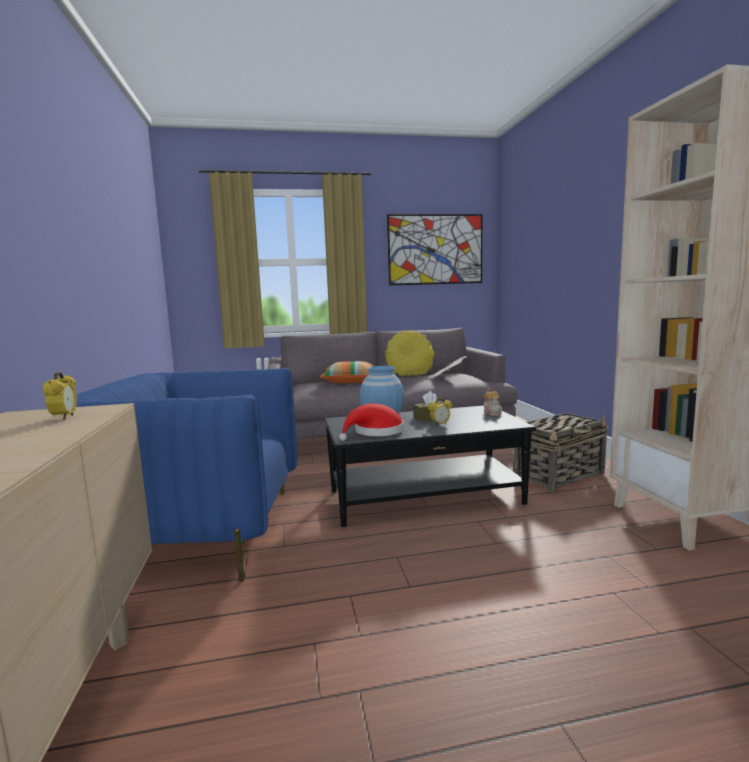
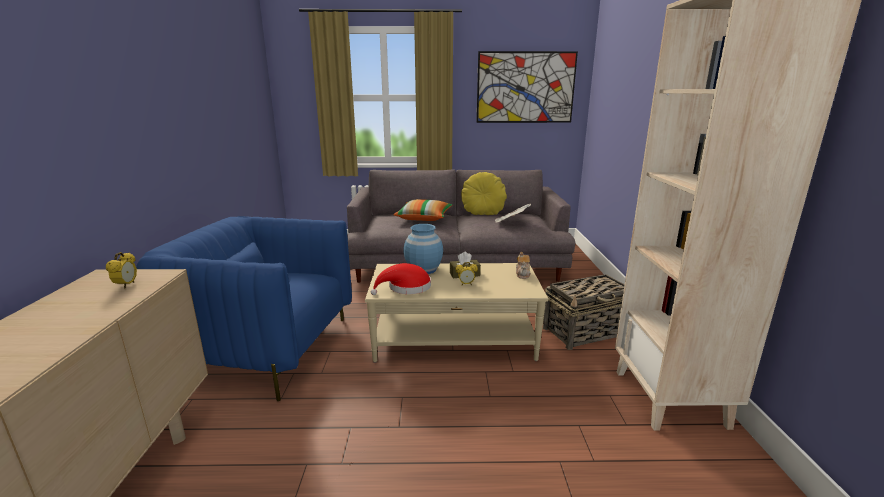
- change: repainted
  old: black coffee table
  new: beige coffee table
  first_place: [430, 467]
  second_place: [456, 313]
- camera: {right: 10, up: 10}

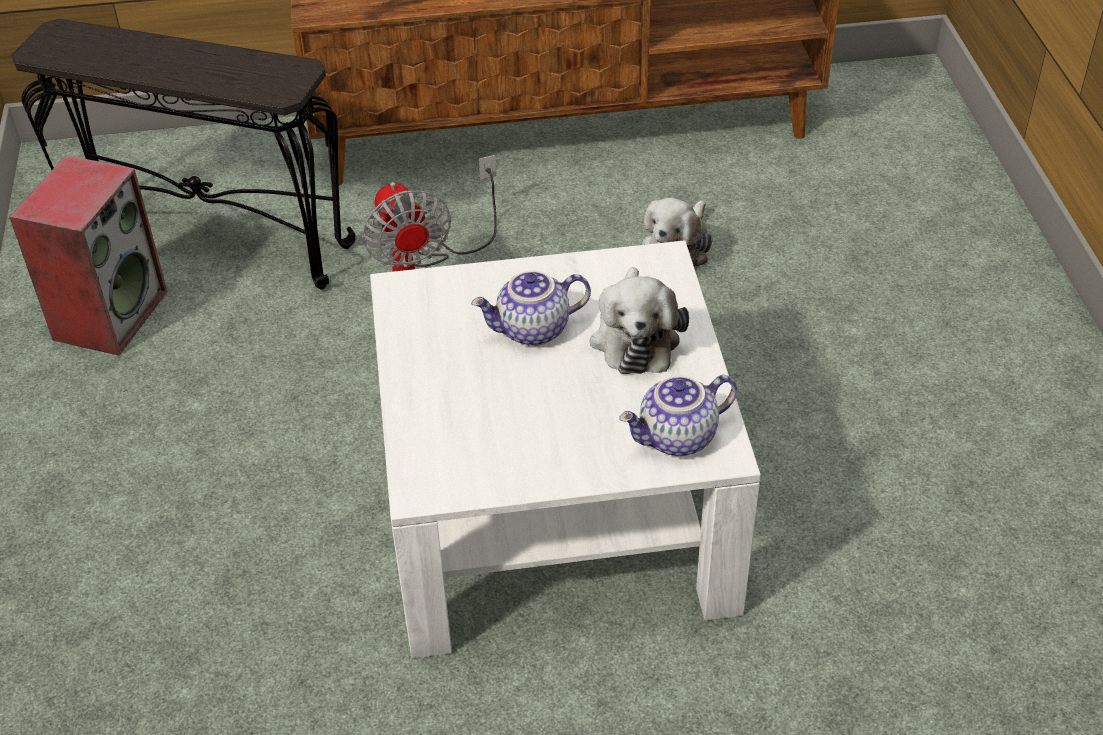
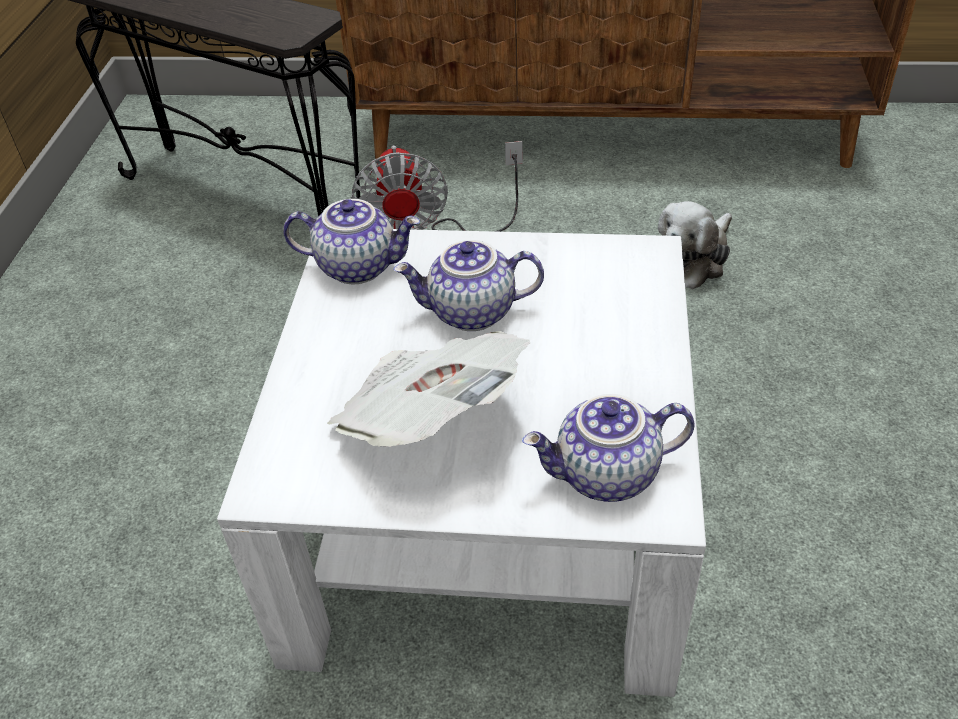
- change: gone
  old: speaker
  first_place: [88, 255]
- change: gone
  old: plush toy
  first_place: [639, 320]
- change: new
  new: teapot
  second_place: [351, 241]
- change: new
  new: newspaper
  second_place: [428, 389]
- camera: {right: 15, up: 0}

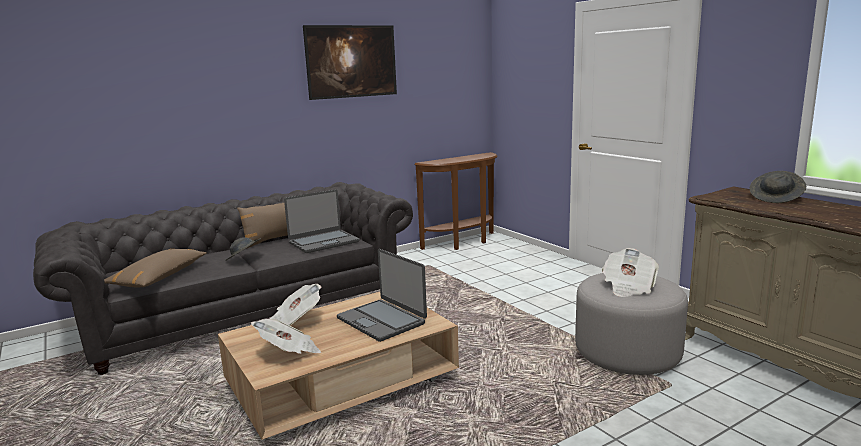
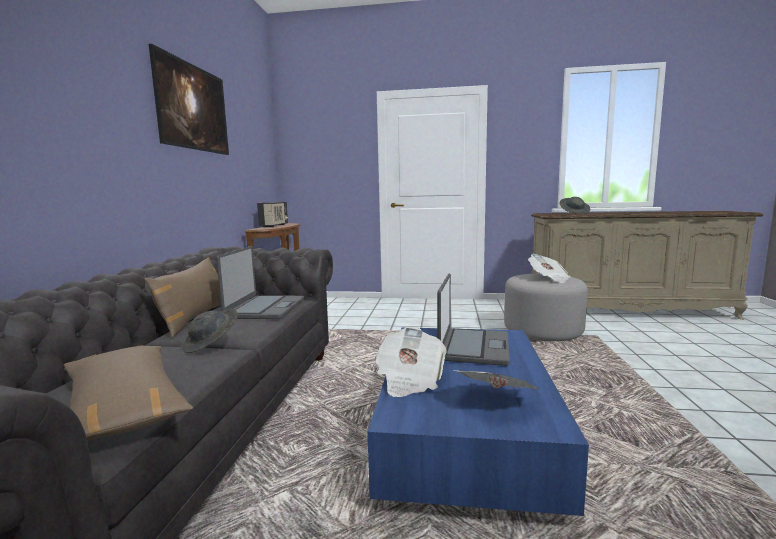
- change: rotated
  old: laptop
  first_place: [382, 295]
  second_place: [473, 319]
  degrees: -75
- change: repainted
  old: brown coffee table
  new: blue coffee table
  first_place: [338, 366]
  second_place: [478, 422]
- change: new
  new: radio
  second_place: [272, 214]
- camera: {right: -50, up: -5}

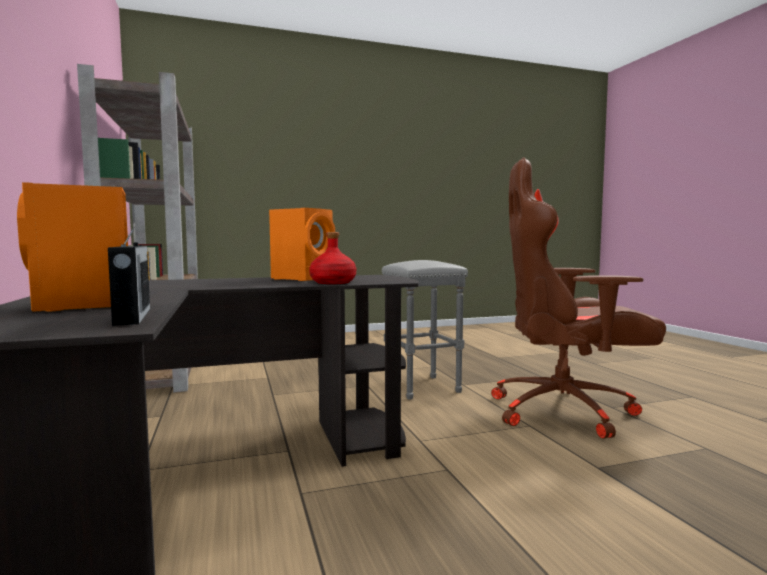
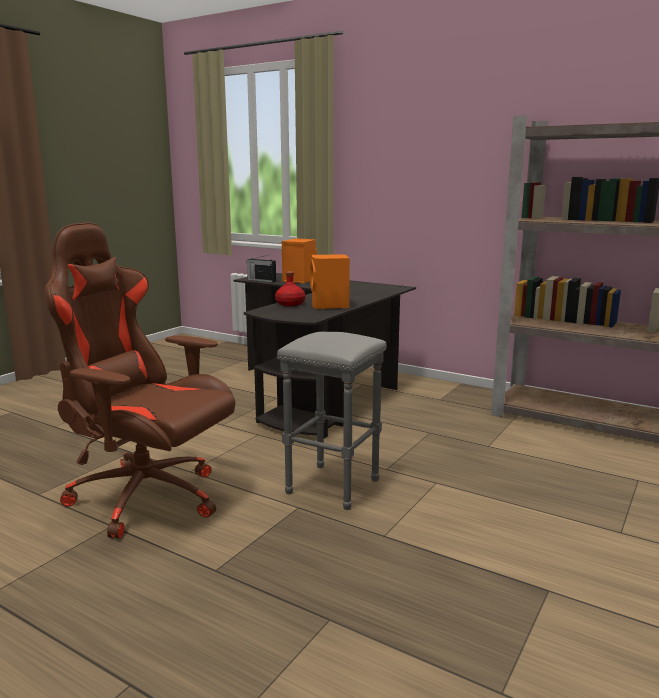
- change: rotated
  old: brown office chair
  first_place: [578, 297]
  second_place: [140, 380]
  degrees: -120
- camera: {right: 140, up: 10}

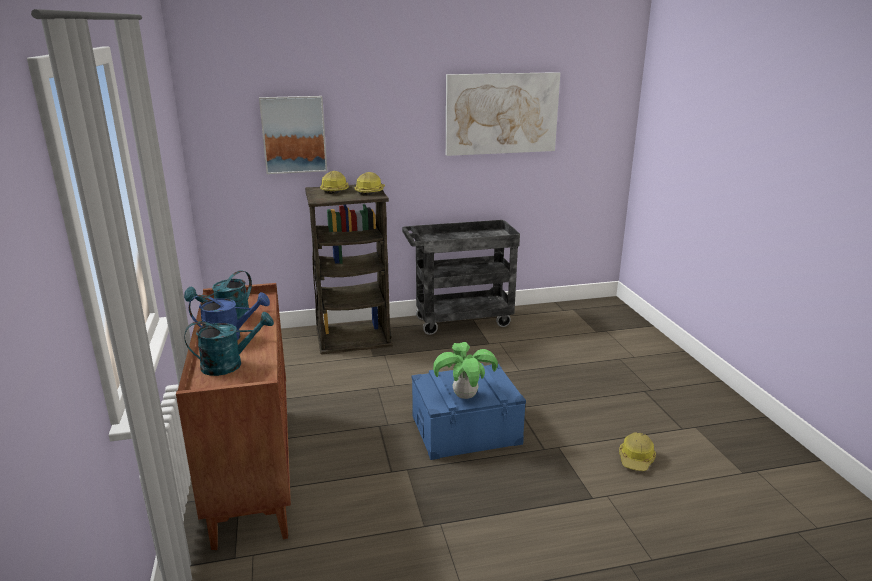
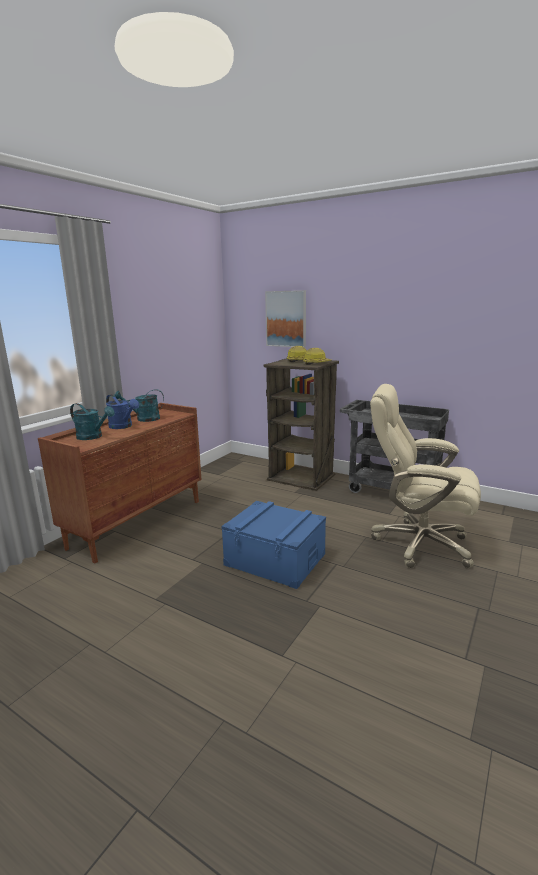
- change: gone
  old: picture
  first_place: [503, 114]
- change: gone
  old: potted plant
  first_place: [465, 370]
- change: gone
  old: hard hat
  first_place: [637, 452]
- change: new
  new: beige office chair
  second_place: [425, 476]
- camera: {right: 45, up: -5}

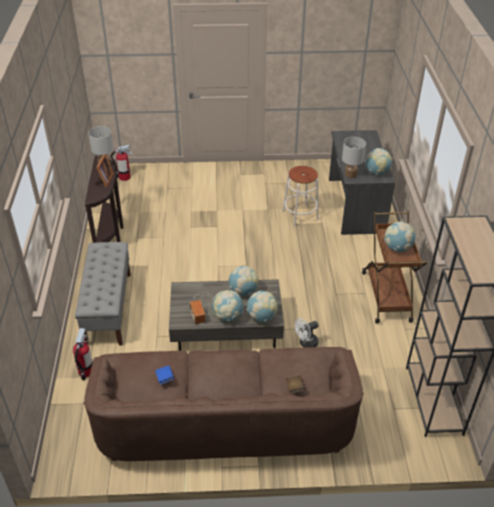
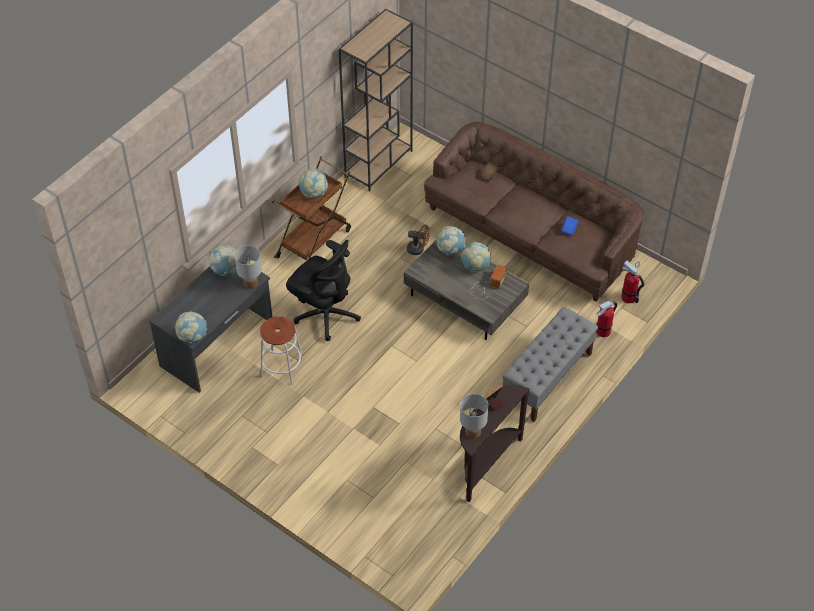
- change: shifted
  old: fire extinguisher
  first_place: [121, 163]
  second_place: [633, 282]
- change: shifted
  old: globe
  first_place: [244, 281]
  second_place: [191, 327]
- change: repainted
  old: white fan
  new: brown fan
  first_place: [306, 332]
  second_place: [418, 240]
- change: new
  new: black office chair
  second_place: [323, 290]
- camera: {right: -140, up: 10}

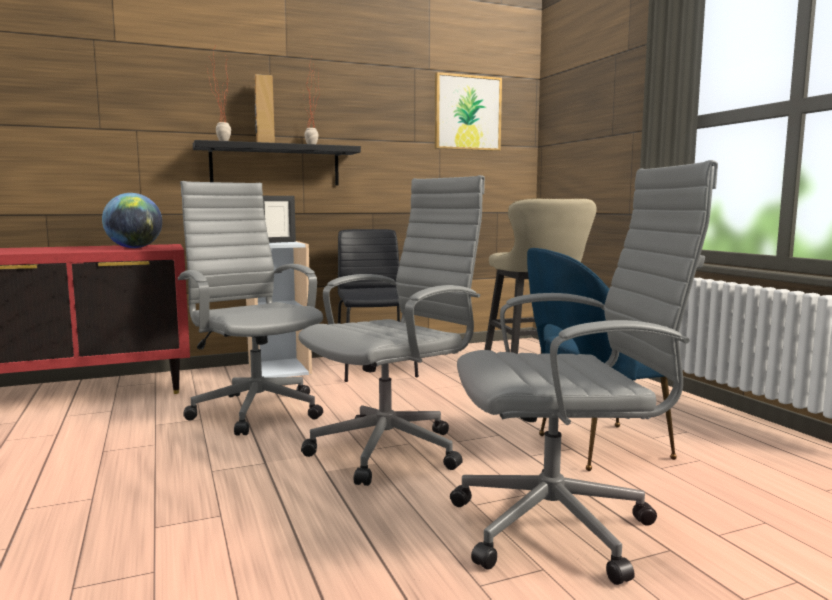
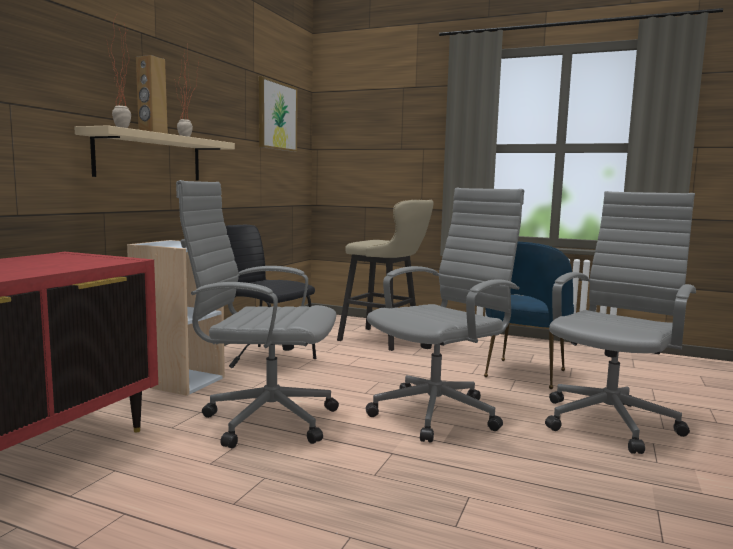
- change: repainted
  old: black shelf
  new: beige shelf
  first_place: [277, 162]
  second_place: [154, 152]
- change: rotated
  old: grey office chair
  first_place: [391, 330]
  second_place: [445, 315]
  degrees: 45
- change: gone
  old: globe
  first_place: [132, 220]
- change: gone
  old: picture frame
  first_place: [279, 219]
- camera: {right: -45, up: 0}

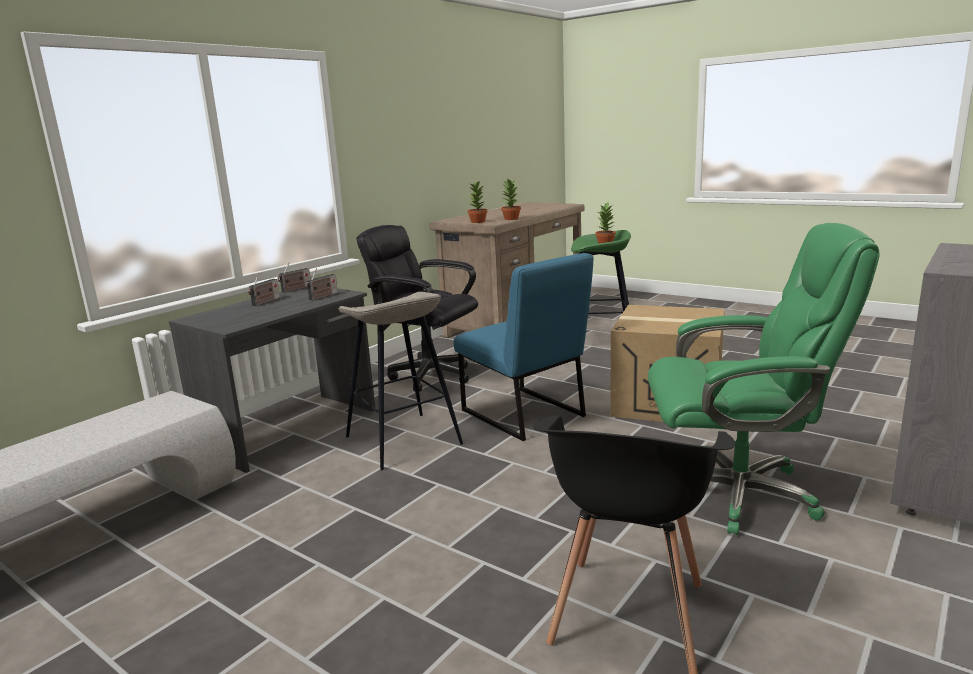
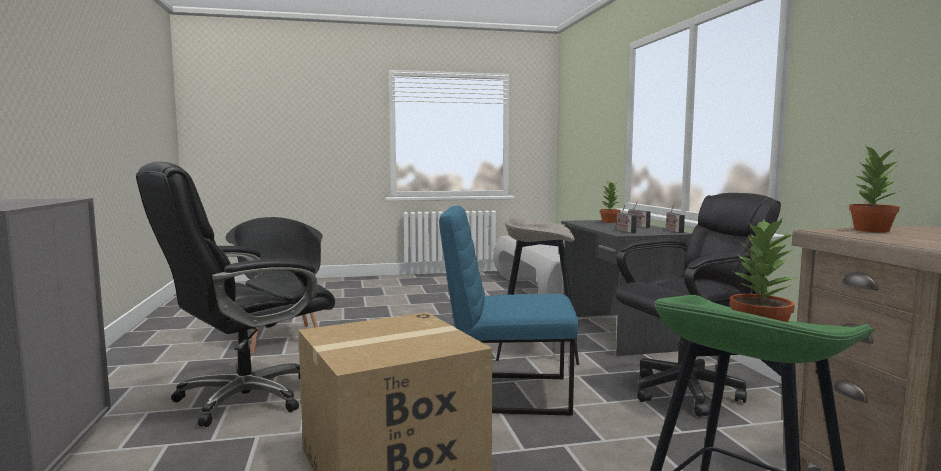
- change: shifted
  old: potted plant
  first_place: [511, 199]
  second_place: [610, 202]
- change: repainted
  old: green office chair
  new: black office chair
  first_place: [764, 379]
  second_place: [235, 294]
- camera: {right: 130, up: -10}

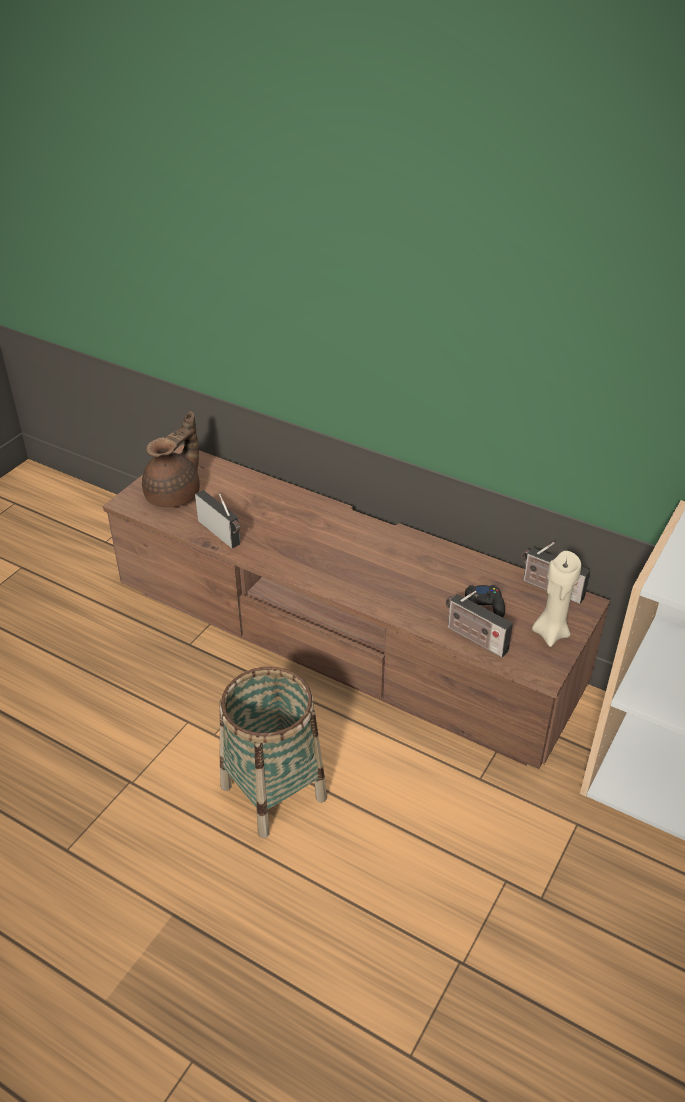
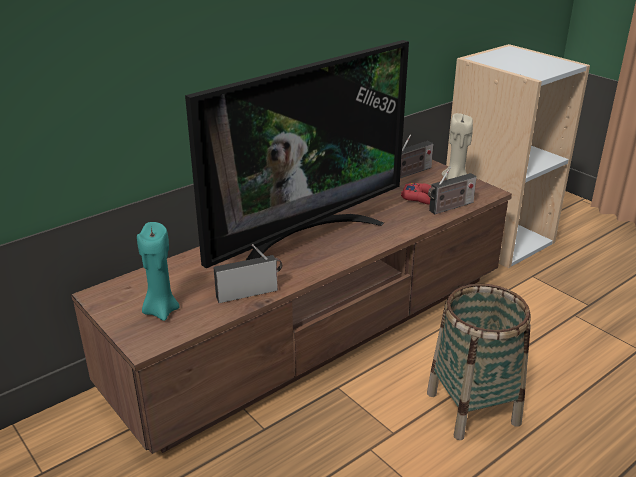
- change: swapped
  old: brown teapot
  new: turquoise candle
  first_place: [171, 459]
  second_place: [158, 271]
- change: repainted
  old: black game controller
  new: red game controller
  first_place: [485, 601]
  second_place: [416, 194]
- change: new
  new: television
  second_place: [297, 154]
- camera: {right: -70, up: -10}

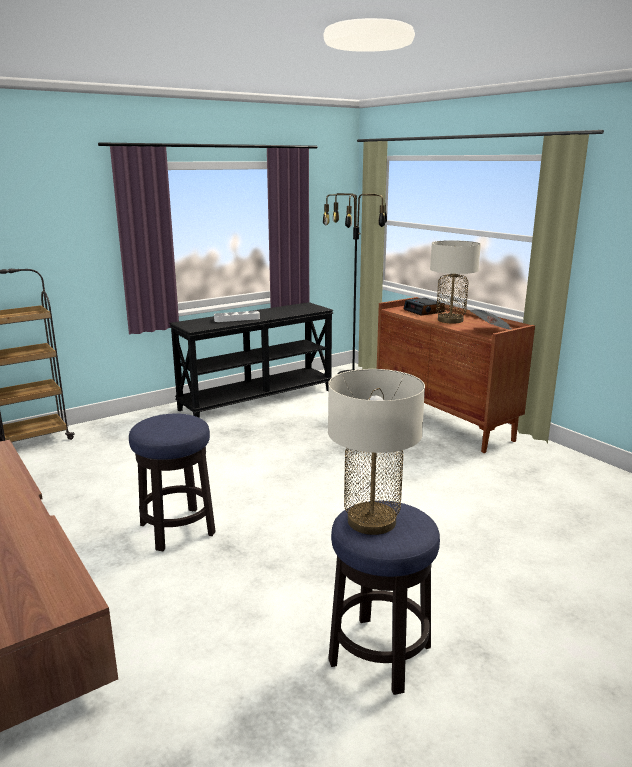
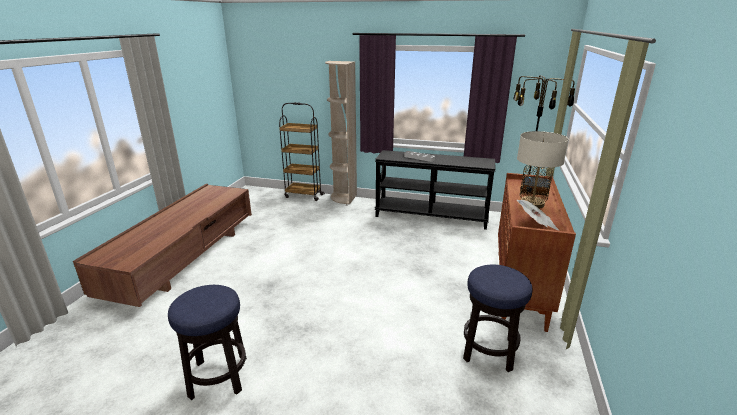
- change: gone
  old: table lamp
  first_place: [376, 452]
- change: shifted
  old: stool
  first_place: [172, 482]
  second_place: [498, 318]
- change: new
  new: beige bookcase
  second_place: [341, 133]
- camera: {right: 50, up: 5}

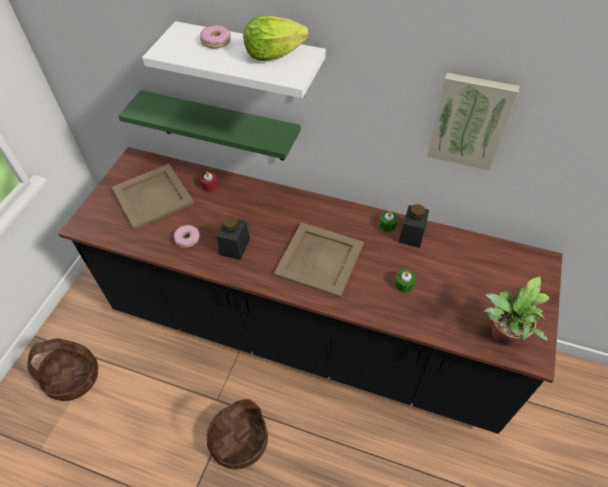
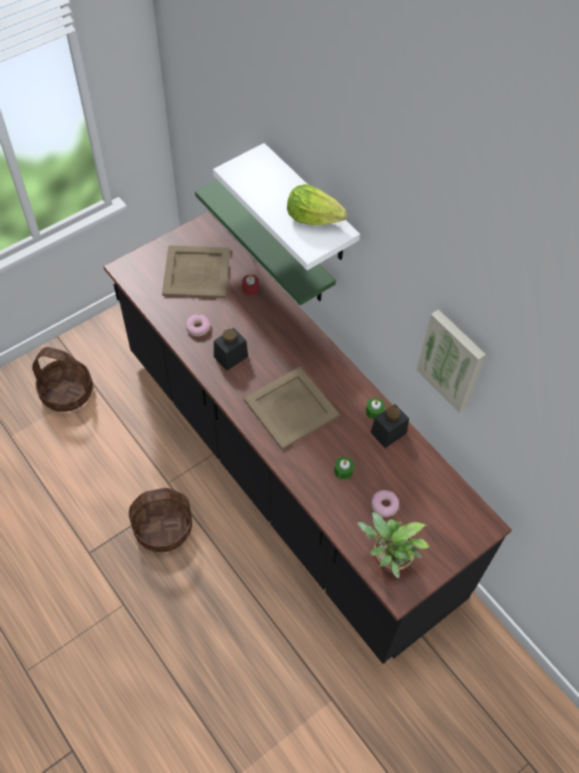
- change: shifted
  old: donut
  first_place: [215, 37]
  second_place: [385, 503]
- camera: {right: 30, up: 5}

